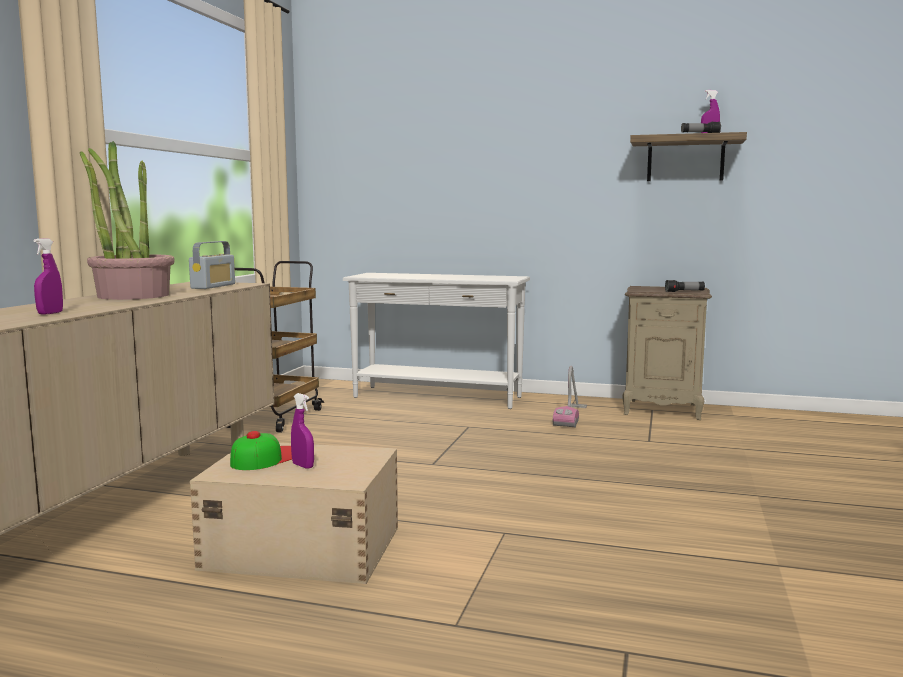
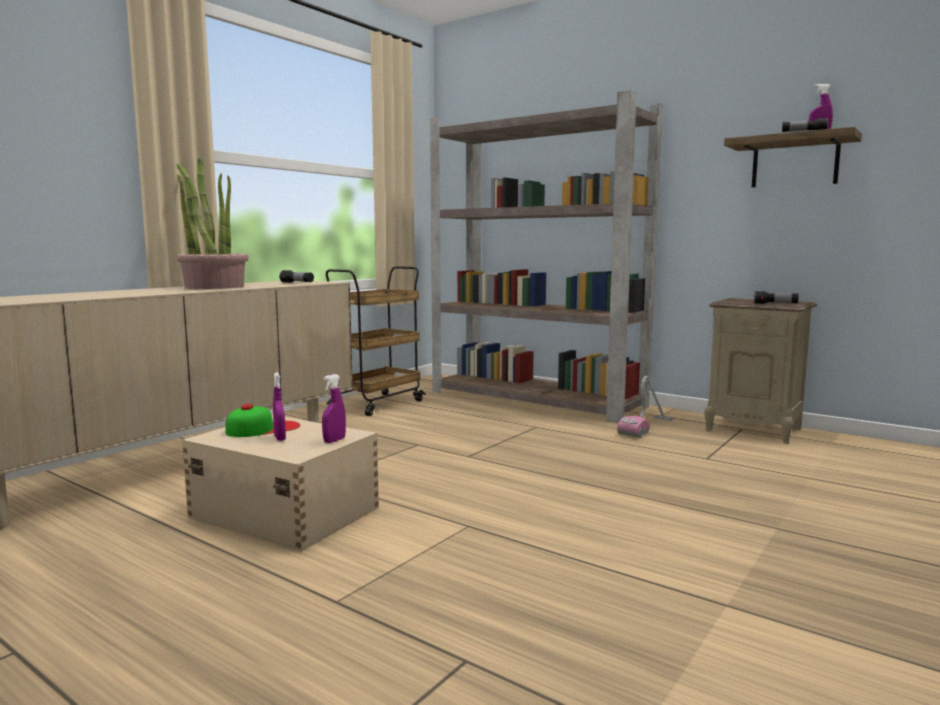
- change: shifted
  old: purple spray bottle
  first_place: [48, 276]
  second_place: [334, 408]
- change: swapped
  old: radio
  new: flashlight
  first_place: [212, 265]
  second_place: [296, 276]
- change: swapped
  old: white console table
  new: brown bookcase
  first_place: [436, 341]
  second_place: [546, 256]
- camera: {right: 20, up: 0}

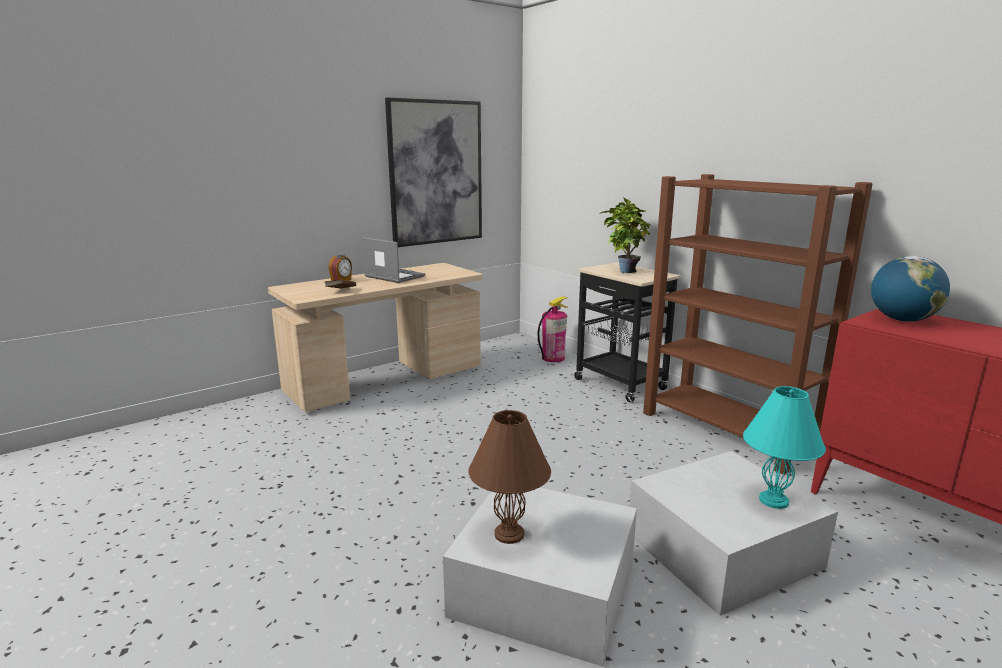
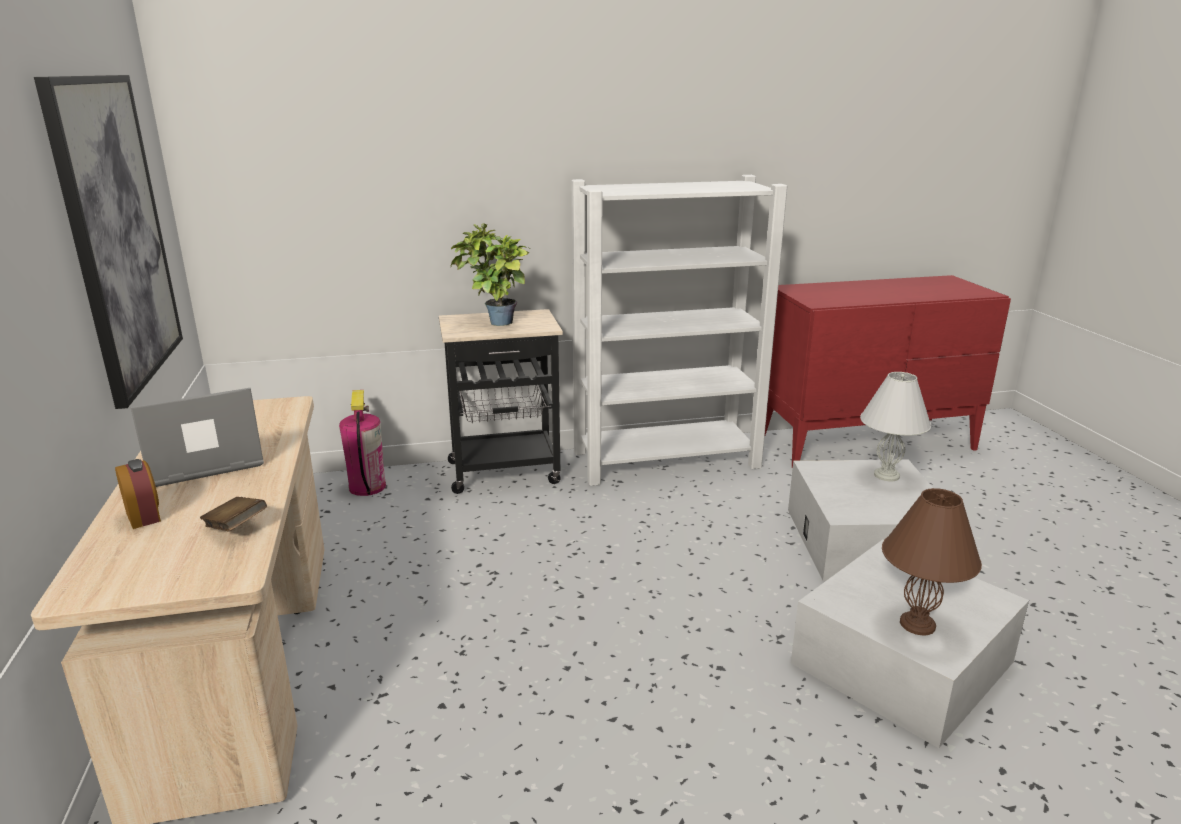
- change: repainted
  old: brown bookcase
  new: white bookcase
  first_place: [758, 324]
  second_place: [679, 330]
- change: gone
  old: globe
  first_place: [910, 289]
- change: repainted
  old: turquoise table lamp
  new: white table lamp
  first_place: [784, 447]
  second_place: [896, 426]
- camera: {right: -65, up: 5}

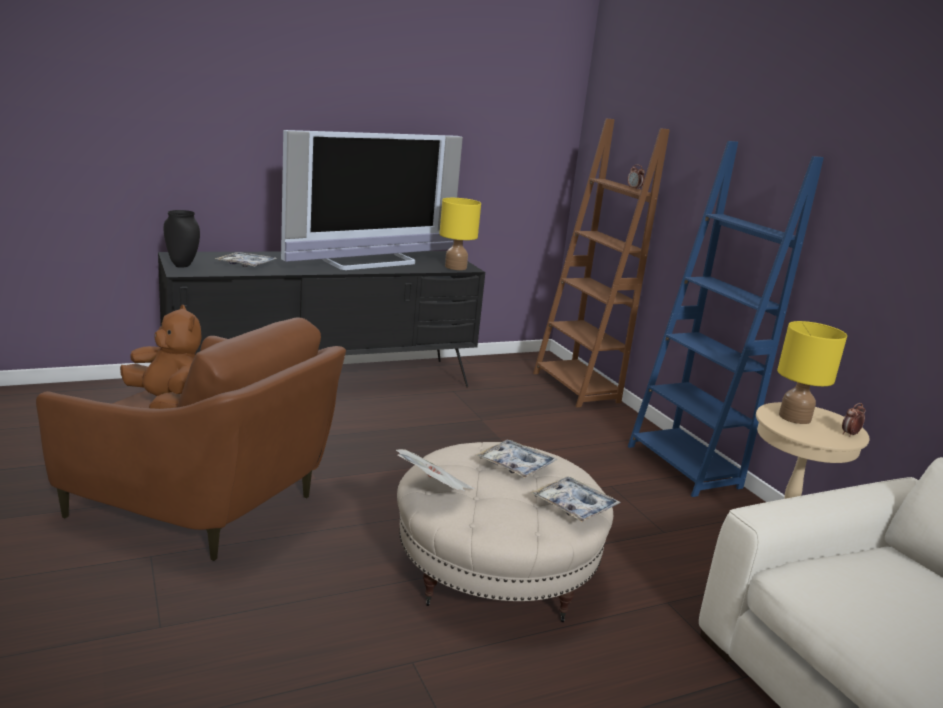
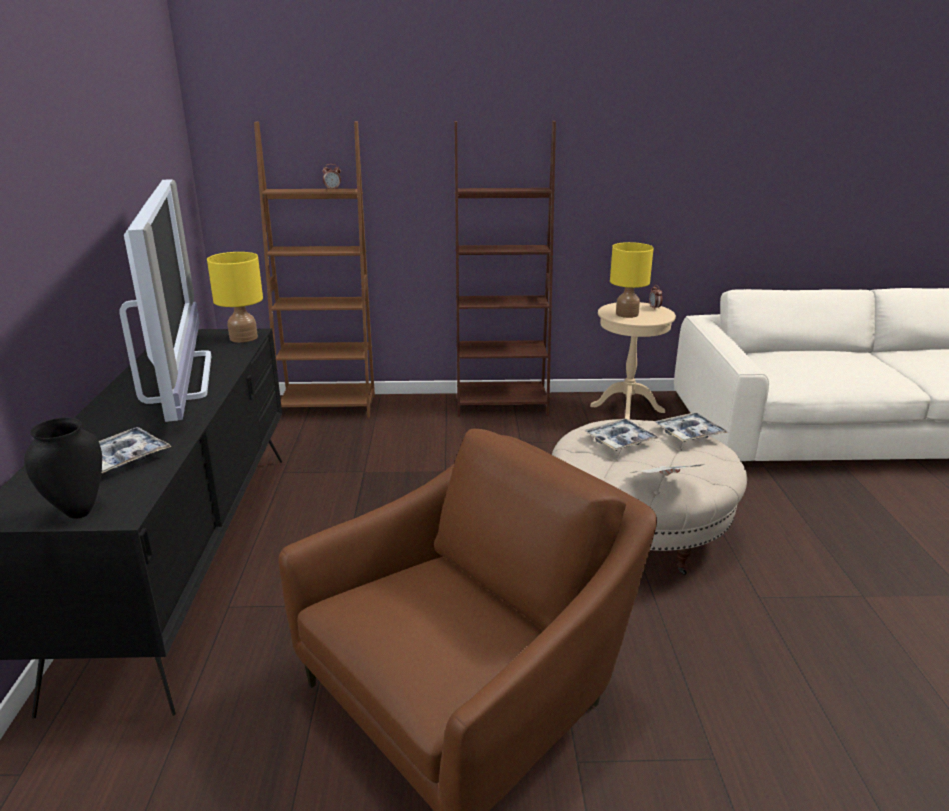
- change: repainted
  old: blue bookcase
  new: brown bookcase
  first_place: [726, 319]
  second_place: [505, 268]
- change: gone
  old: brown plush toy
  first_place: [161, 357]
- camera: {right: -65, up: 5}

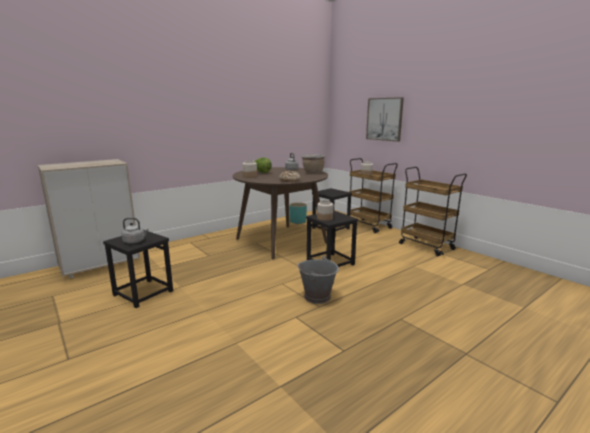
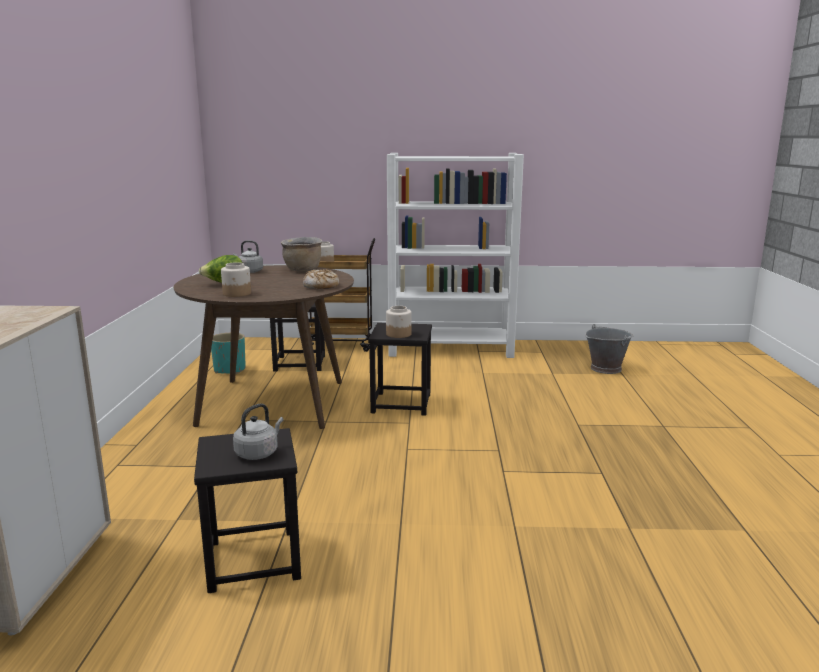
- change: gone
  old: picture
  first_place: [385, 119]
- change: swapped
  old: brown cart
  new: white bookcase
  first_place: [433, 211]
  second_place: [455, 255]
- change: shifted
  old: grey bucket
  first_place: [318, 280]
  second_place: [609, 349]
- camera: {right: -50, up: 0}

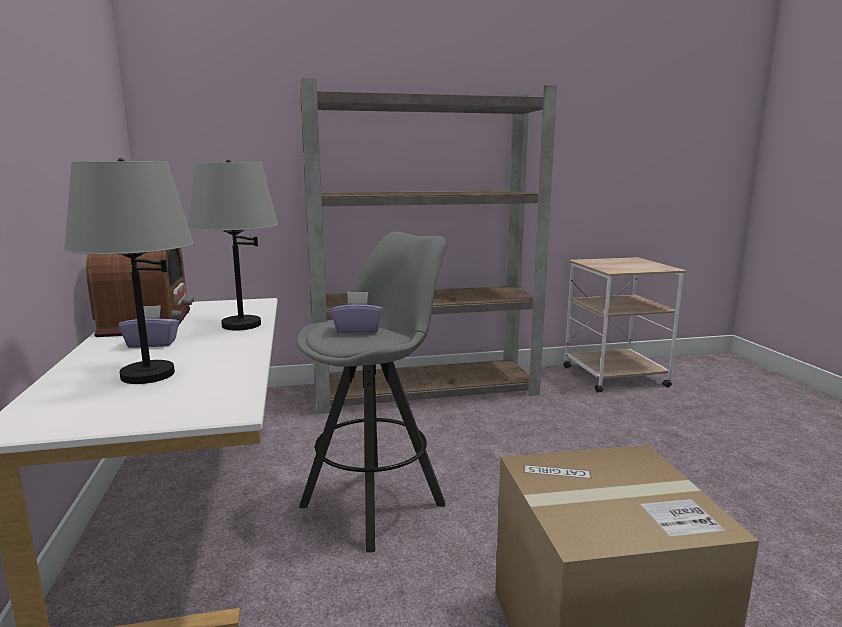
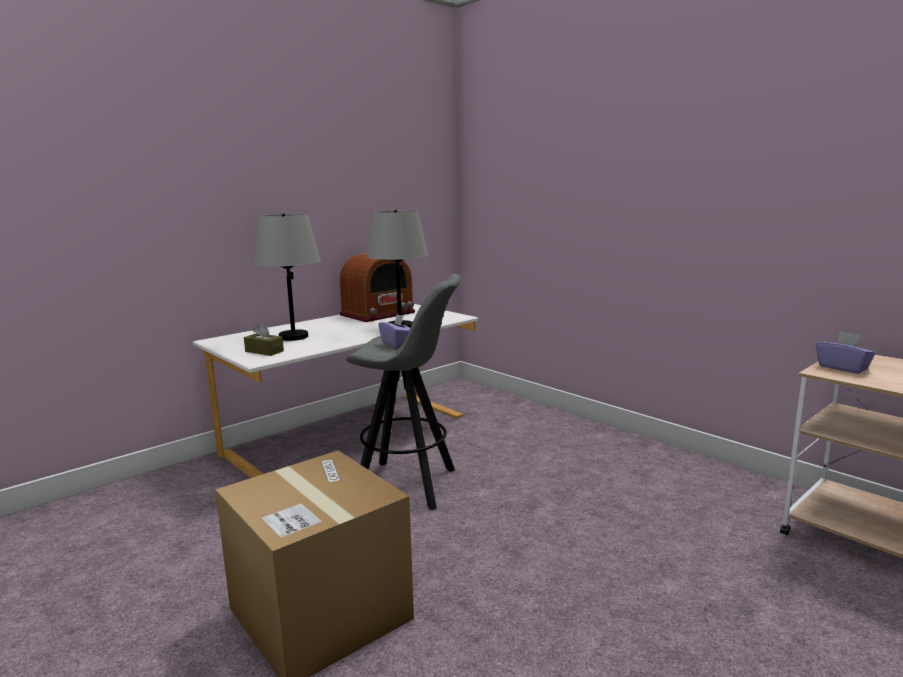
- change: gone
  old: brown bookcase
  first_place: [428, 246]
- change: shifted
  old: purple tissue box
  first_place: [148, 326]
  second_place: [846, 353]
- change: new
  new: brown tissue box
  second_place: [264, 339]
- camera: {right: 60, up: 0}

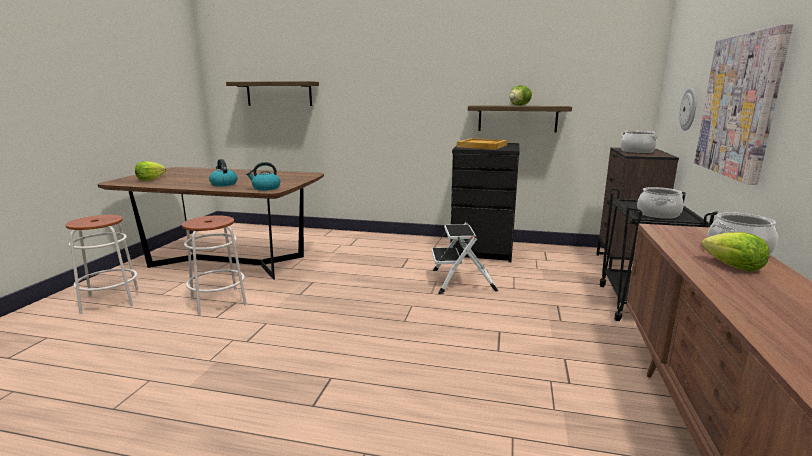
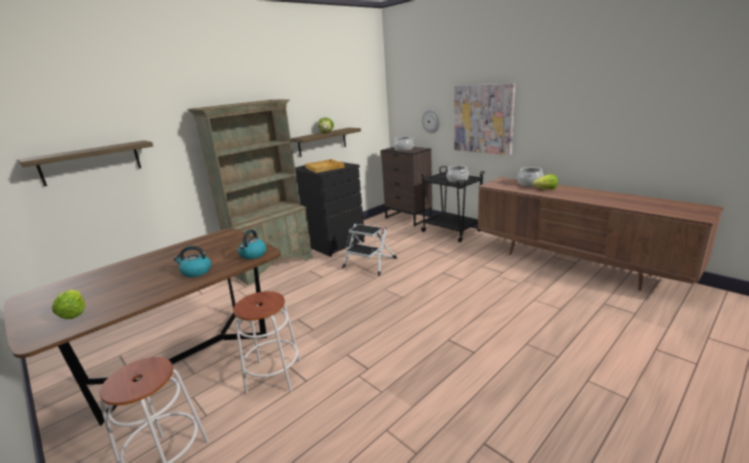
- change: new
  new: green bookcase
  second_place: [250, 192]
- camera: {right: -55, up: 5}

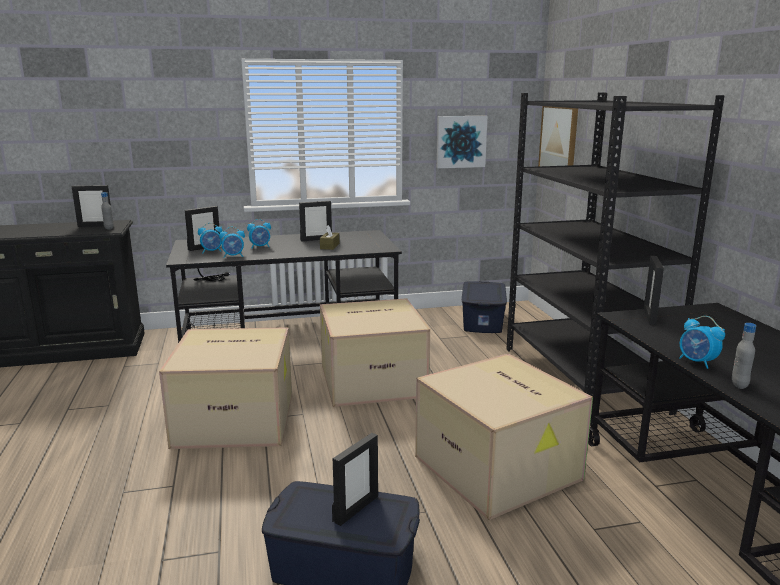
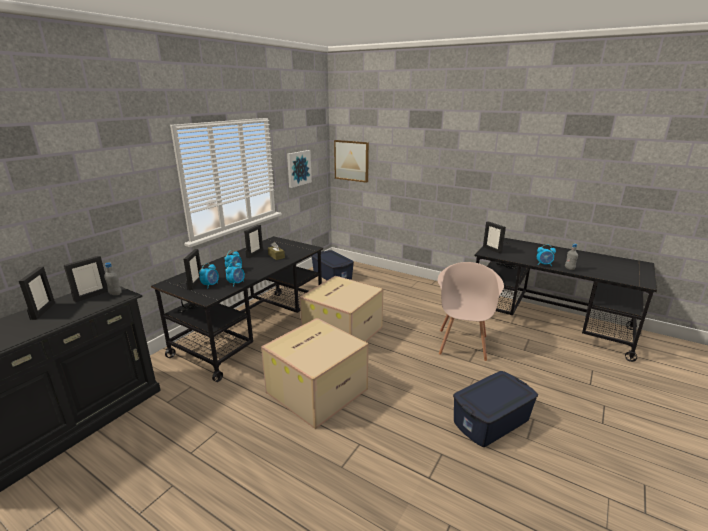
- change: gone
  old: black bookcase
  first_place: [615, 258]
- change: swapped
  old: cardboard box
  new: beige chair
  first_place: [504, 436]
  second_place: [471, 311]
- change: shifted
  old: picture frame
  first_place: [355, 479]
  second_place: [37, 293]
- camera: {right: -45, up: 5}

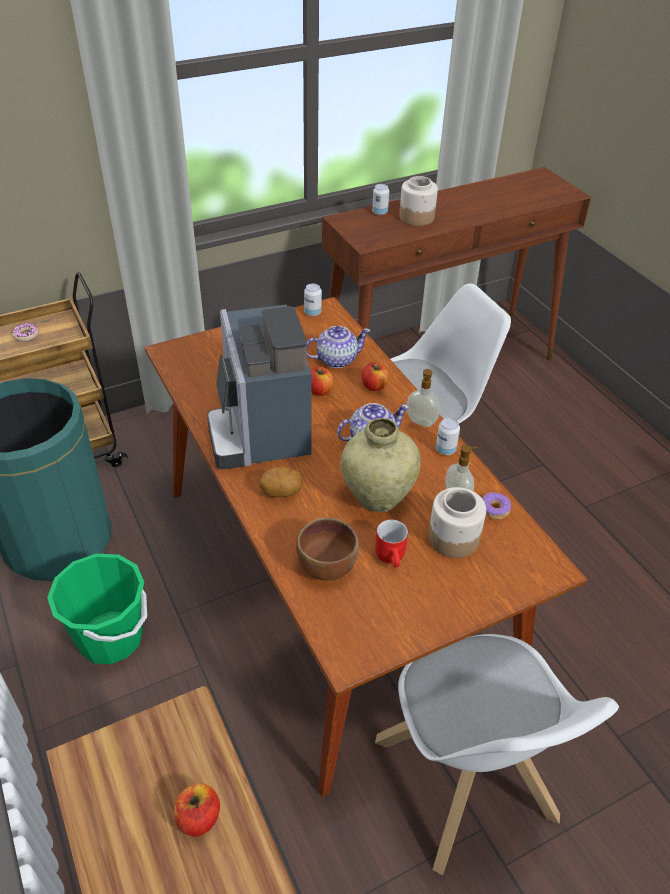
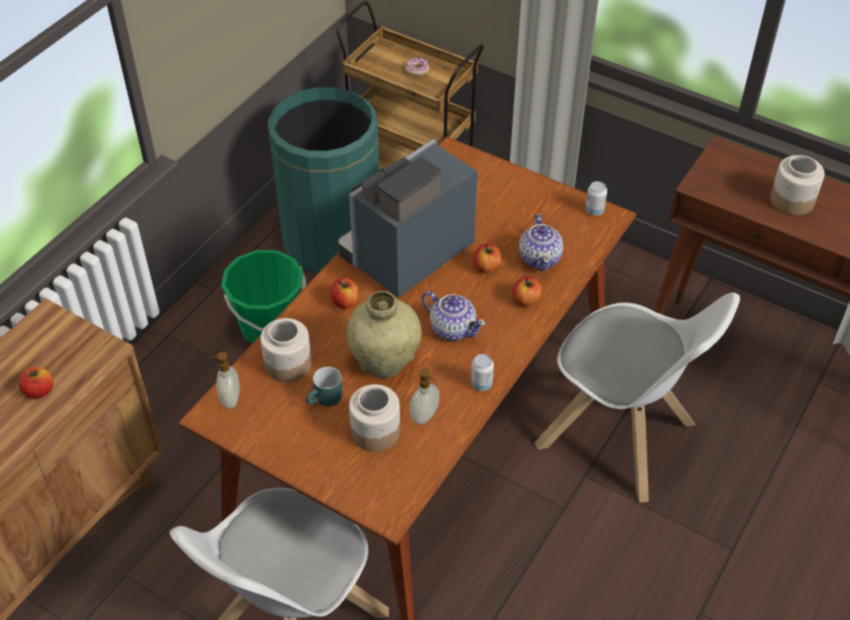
- change: gone
  old: can
  first_place: [381, 199]
- change: rotated
  old: teapot
  first_place: [338, 347]
  second_place: [541, 243]
  degrees: 45
- change: shifted
  old: soap dispenser
  first_place: [423, 398]
  second_place: [224, 380]
- change: swapped
  old: potato
  new: apple
  first_place: [281, 481]
  second_place: [344, 293]
- change: gone
  old: donut
  first_place: [496, 506]
- change: swapped
  old: brown bowl
  new: jar
  first_place: [327, 548]
  second_place: [286, 350]
- change: repainted
  old: red mug
  new: turquoise mug
  first_place: [391, 544]
  second_place: [324, 387]
- camera: {right: 60, up: 5}

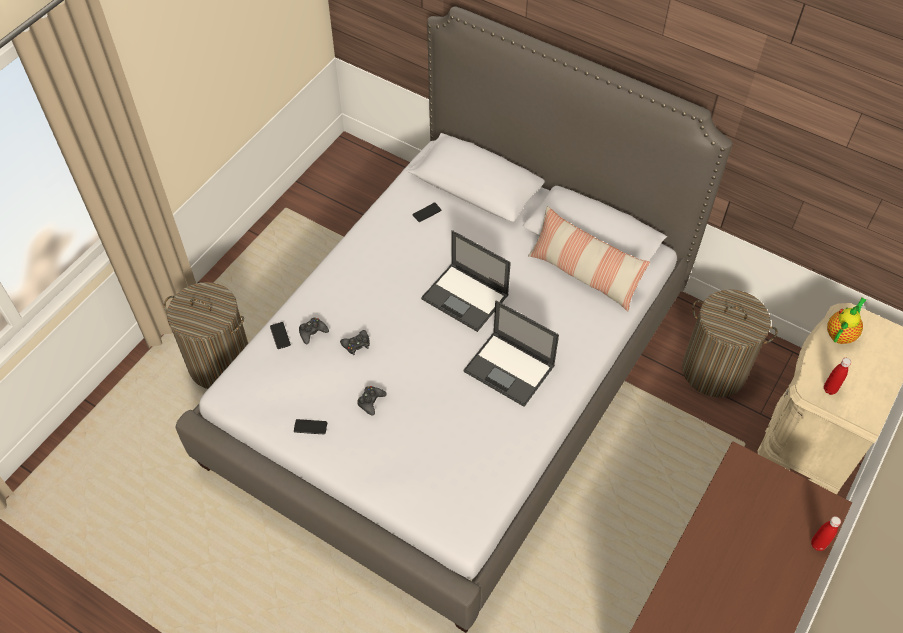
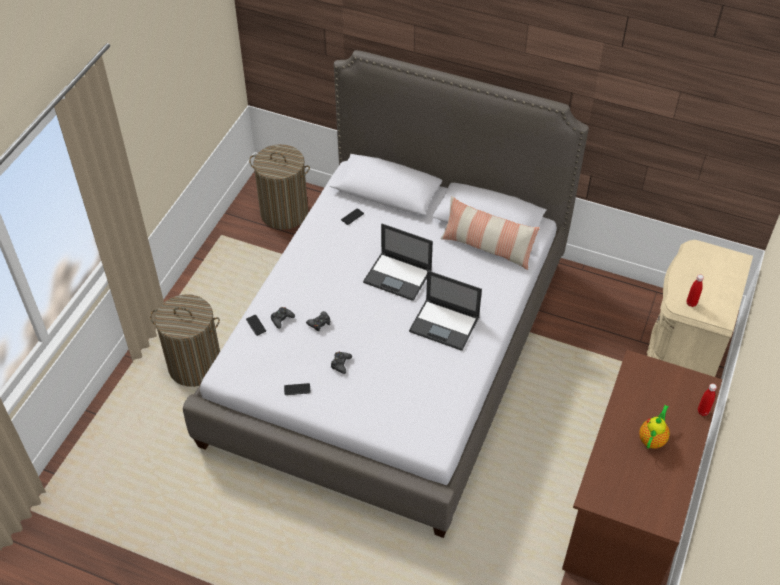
- change: shifted
  old: laundry basket
  first_place: [730, 343]
  second_place: [279, 187]
- change: shifted
  old: teapot
  first_place: [846, 320]
  second_place: [654, 427]
- camera: {right: -10, up: -5}

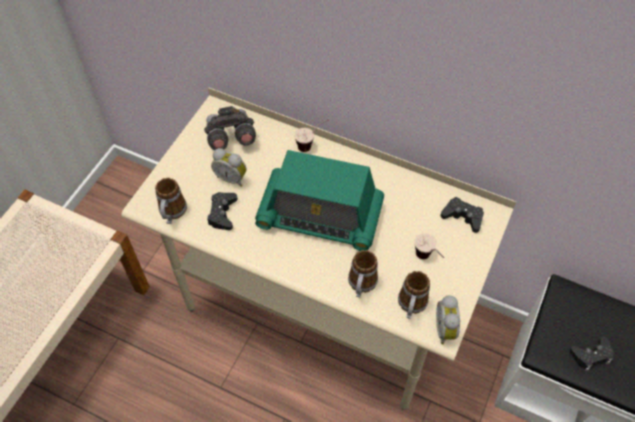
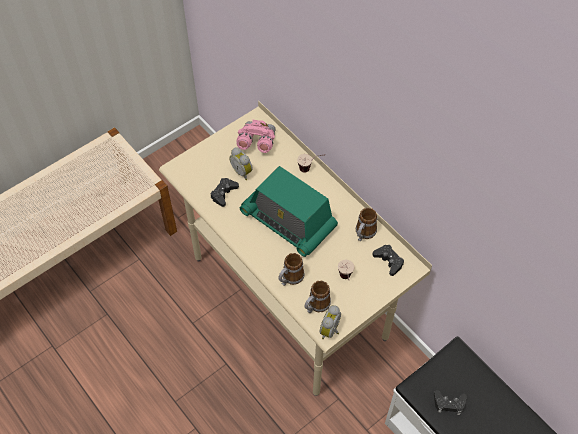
- change: repainted
  old: grey binoculars
  new: pink binoculars
  first_place: [230, 128]
  second_place: [255, 136]
- change: shifted
  old: mug
  first_place: [171, 201]
  second_place: [366, 224]
- camera: {right: 25, up: 0}

